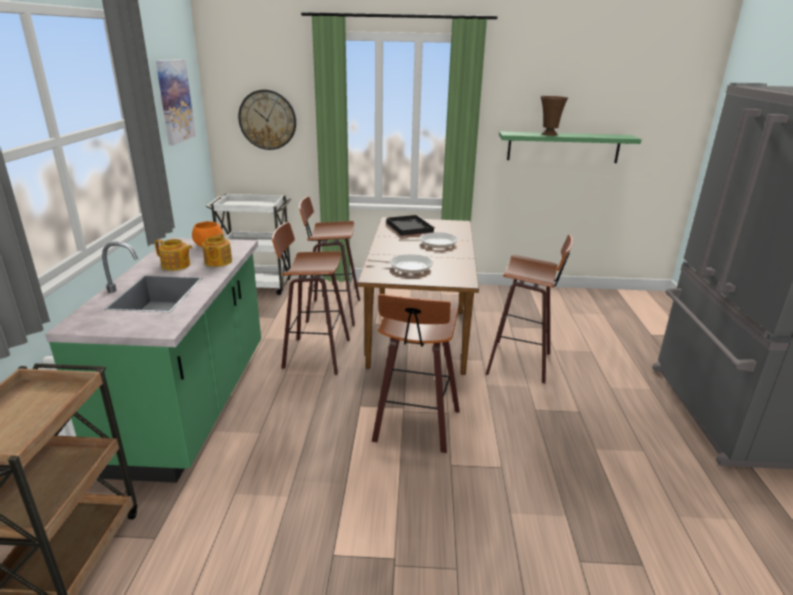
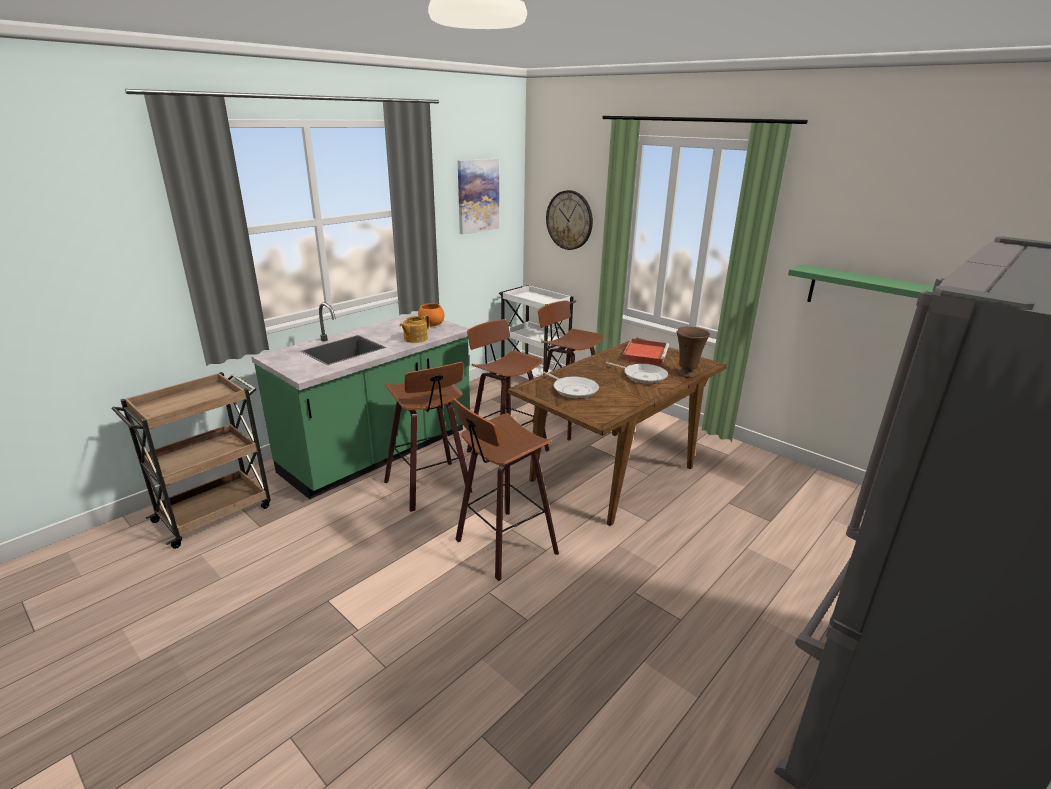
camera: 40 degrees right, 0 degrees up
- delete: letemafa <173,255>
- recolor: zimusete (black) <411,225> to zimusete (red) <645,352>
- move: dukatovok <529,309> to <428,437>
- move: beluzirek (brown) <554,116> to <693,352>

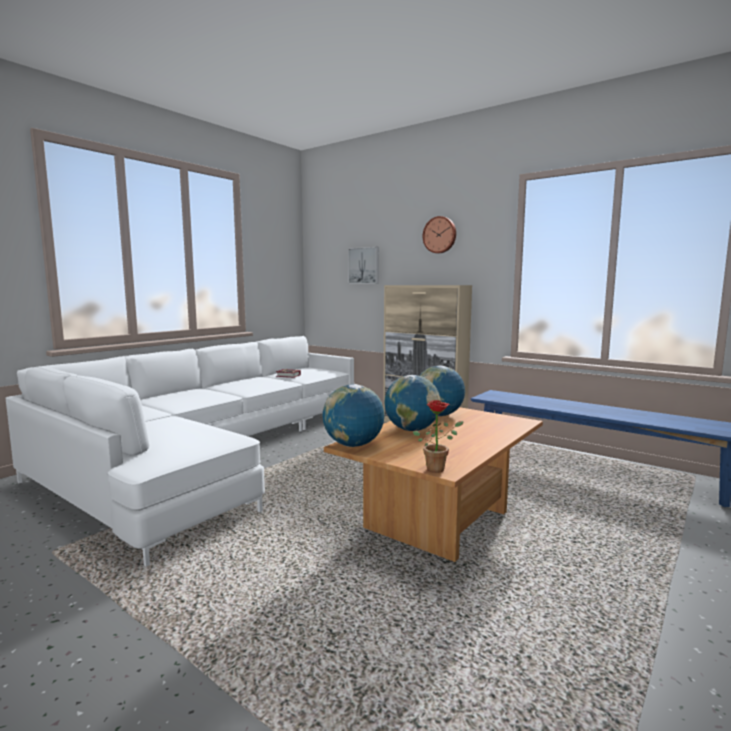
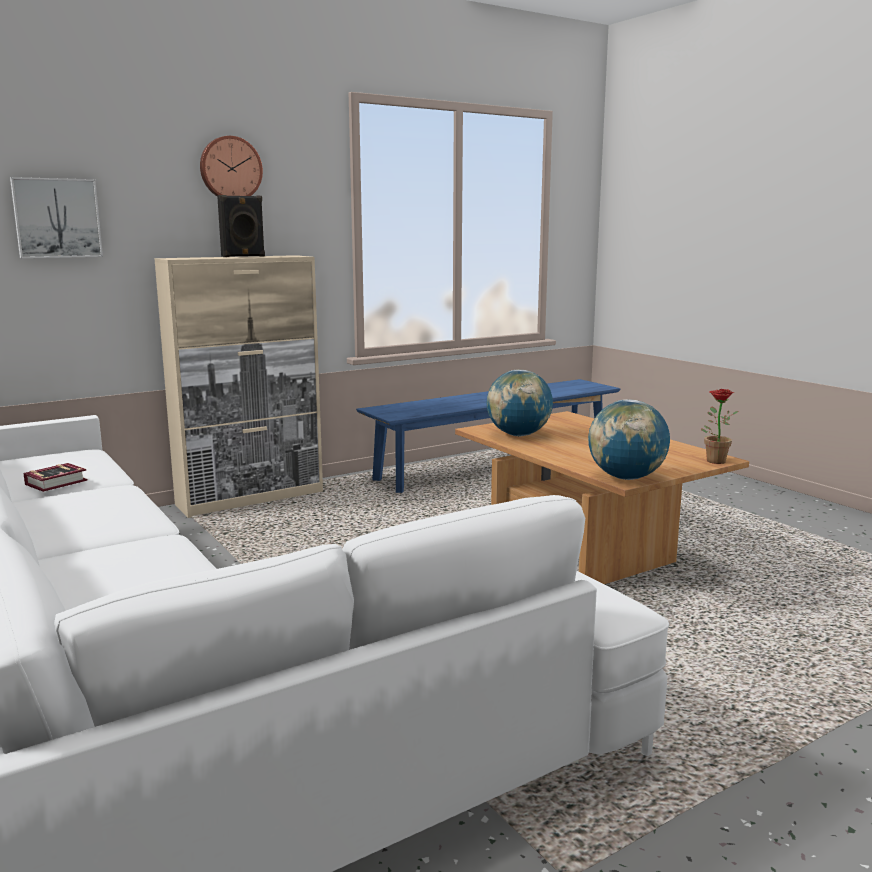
camera: 70 degrees left, 5 degrees up
- delete: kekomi <412,403>
- insert: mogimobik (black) <241,226>

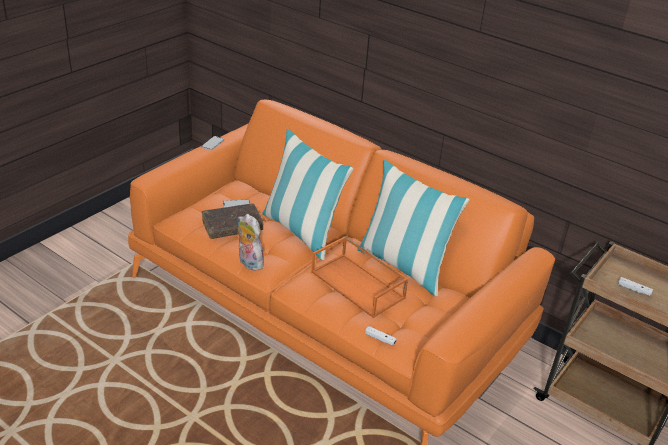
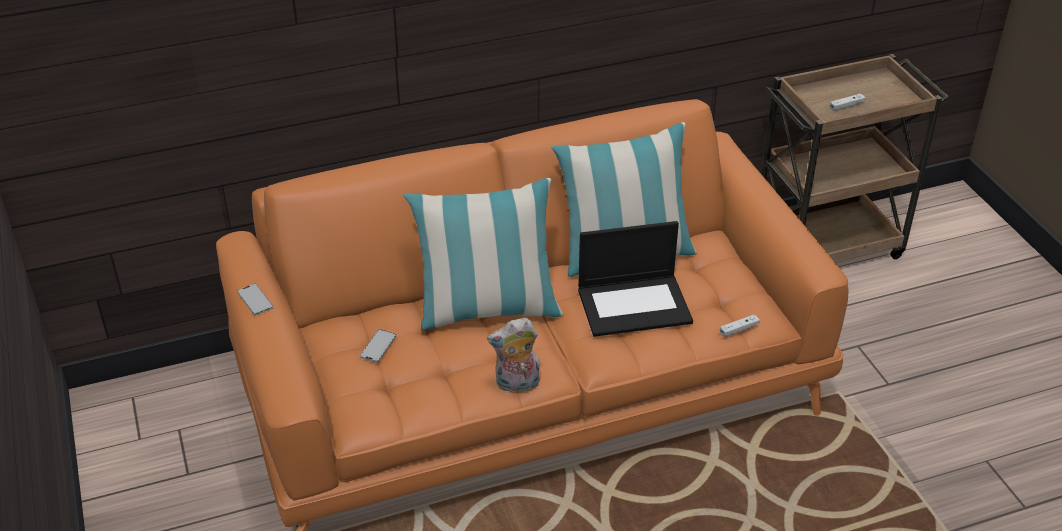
camera: 55 degrees left, 5 degrees up
- delete: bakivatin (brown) <233,221>
- replace: zimusete (orange) <360,277> to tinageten <635,279>

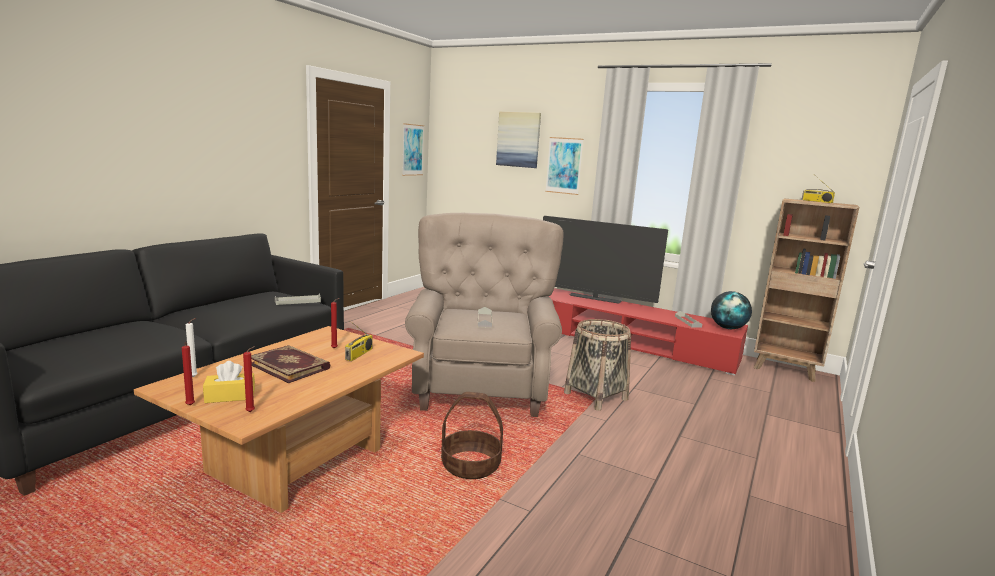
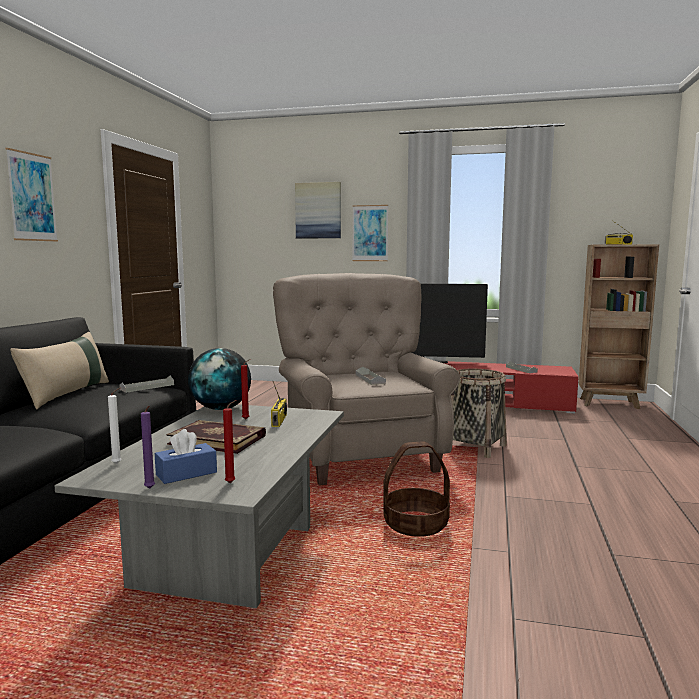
camera: 15 degrees left, 5 degrees down
- recolor: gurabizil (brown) <279,419> to gurabizil (grey) <199,506>
- recolor: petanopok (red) <188,374> to petanopok (purple) <148,447>
- recolor: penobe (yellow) <229,382> to penobe (blue) <186,456>
- move: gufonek <413,149> to <31,195>
- move: kekomi <731,310> to <219,379>
- insert: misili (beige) <59,370>

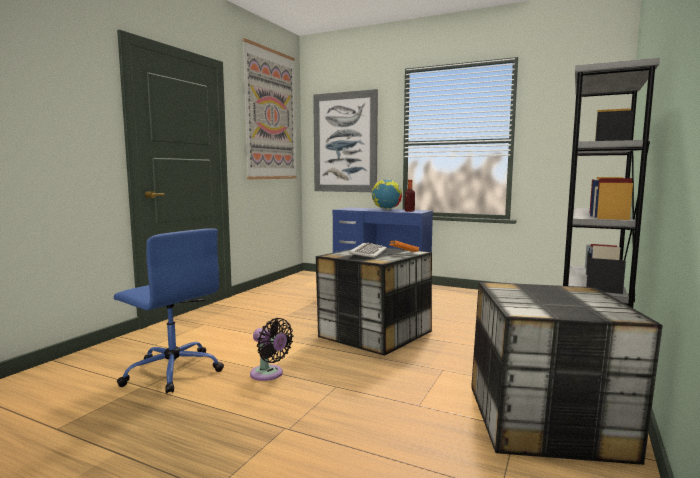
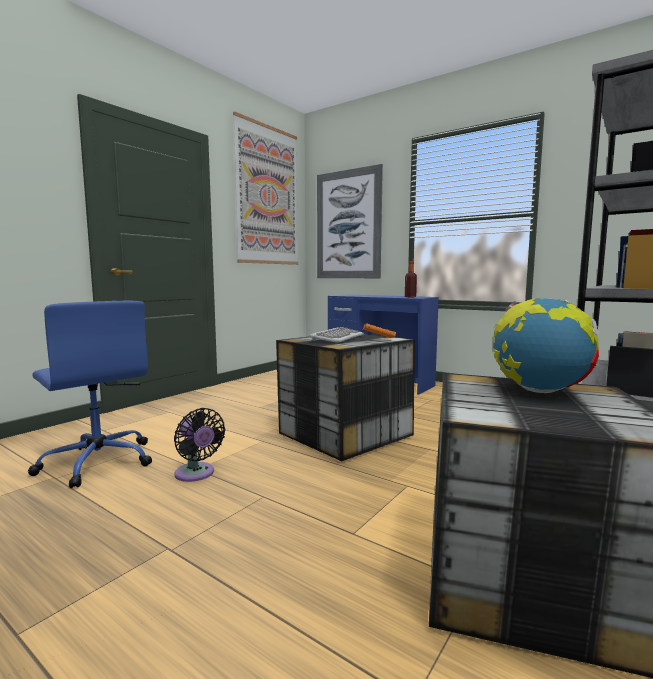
camera: 10 degrees right, 0 degrees up
- move: kekomi <387,194> to <546,345>

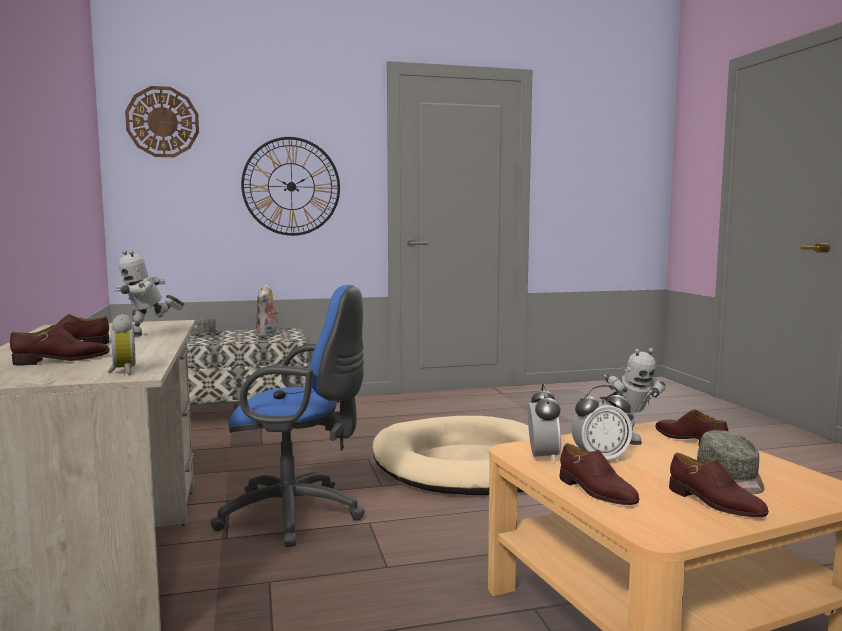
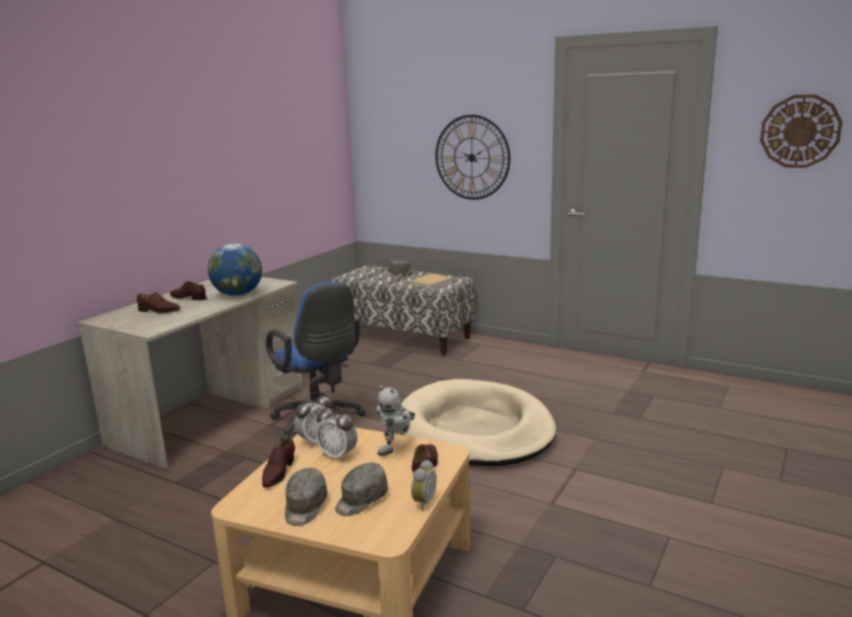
camera: 45 degrees right, 10 degrees up
- move: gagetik <122,344> to <424,485>
- replace: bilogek <149,293> to kekomi <235,270>
- move: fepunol <162,121> to <801,131>
- replace: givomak <267,310> to bakivatin (beige) <431,281>
- replace: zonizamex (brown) <719,485> to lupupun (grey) <306,497>

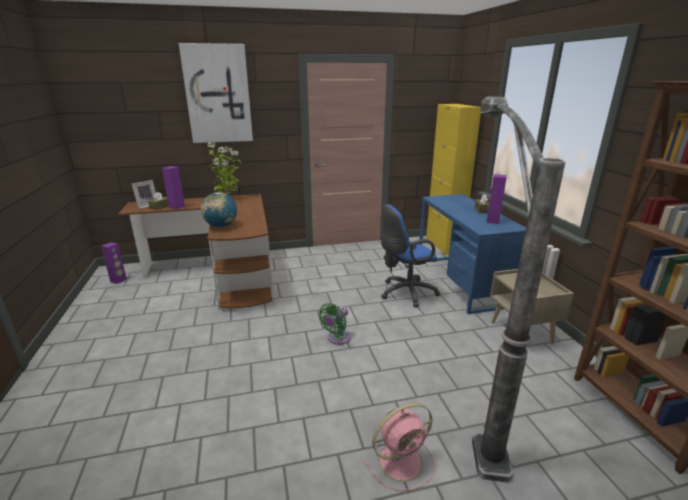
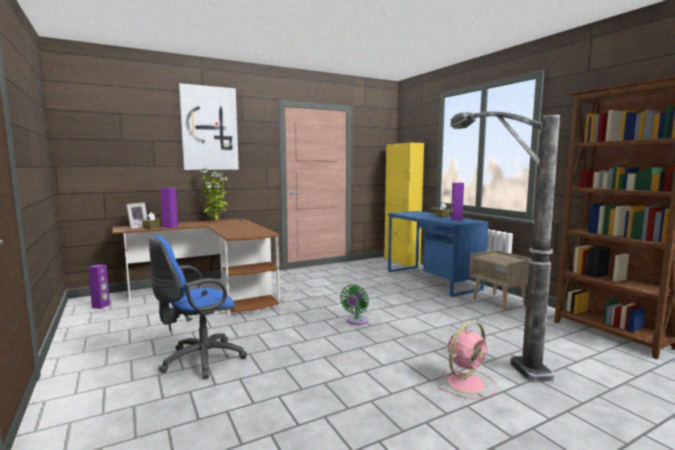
camera: 15 degrees left, 15 degrees down
- delete: kekomi <219,209>
- move: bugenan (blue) <410,255> to <198,307>

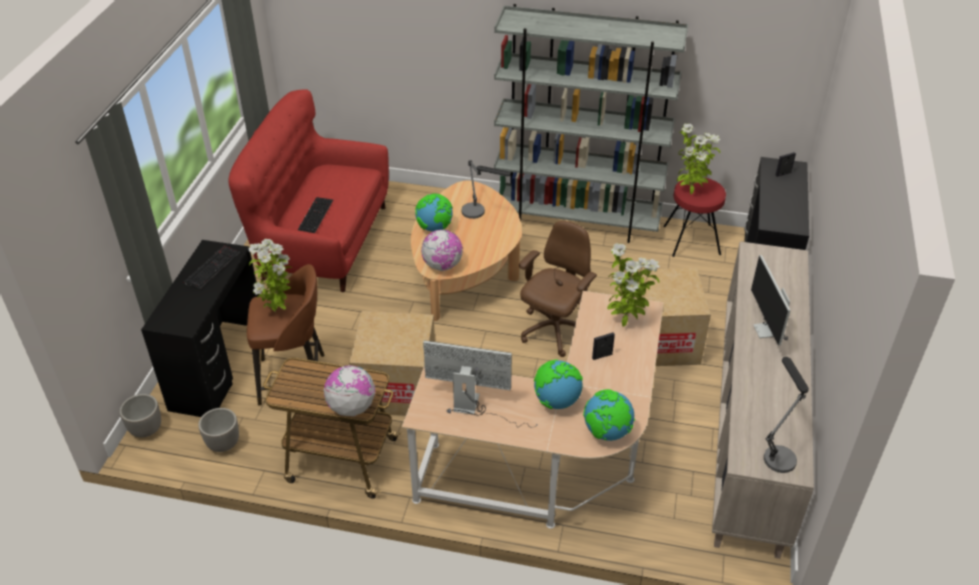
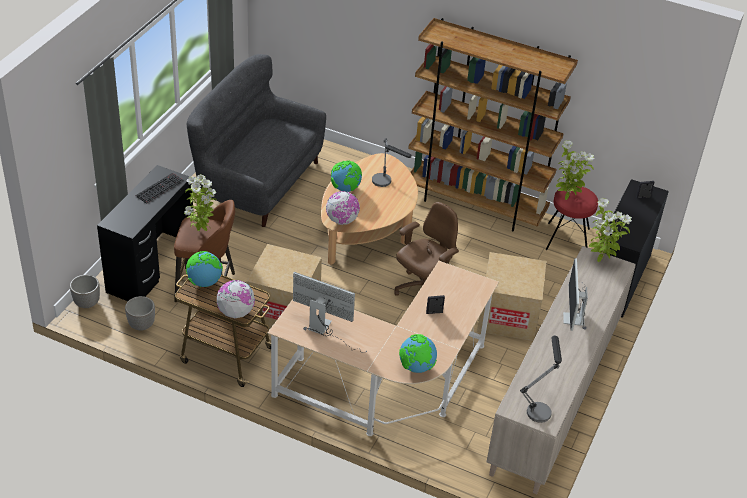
camera: 10 degrees right, 0 degrees up
- recolor: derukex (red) <308,190> to derukex (grey) <256,140>
- delete: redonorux <315,215>
- recolor: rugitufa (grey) <591,123> to rugitufa (brown) <493,124>
- move: kekomi <558,384> to <204,269>
- move: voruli <633,285> to <610,230>

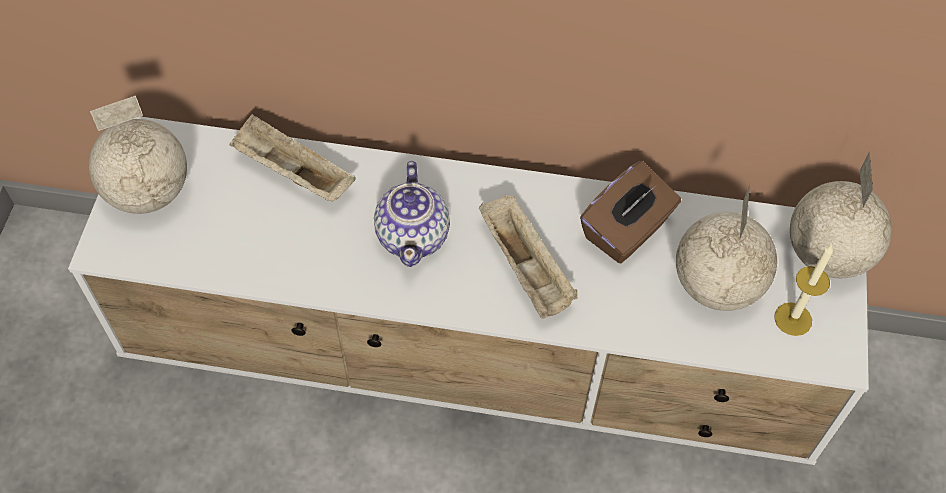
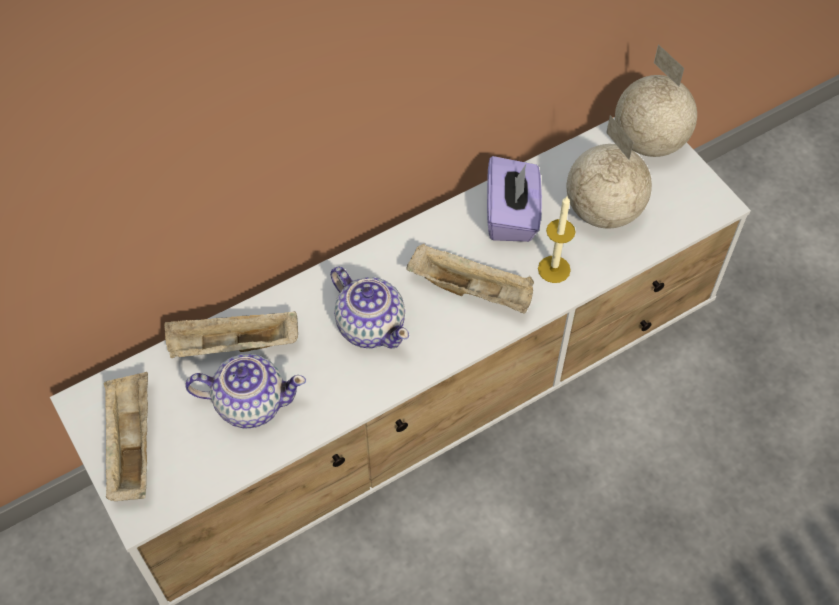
camera: 40 degrees left, 0 degrees up
- replace: kekomi <138,155> to zimusete (beige) <125,436>
- recolor: penobe (brown) <630,212> to penobe (purple) <514,199>
- move: petanopok <803,290> to <557,239>
- insert: letemafa <245,391>

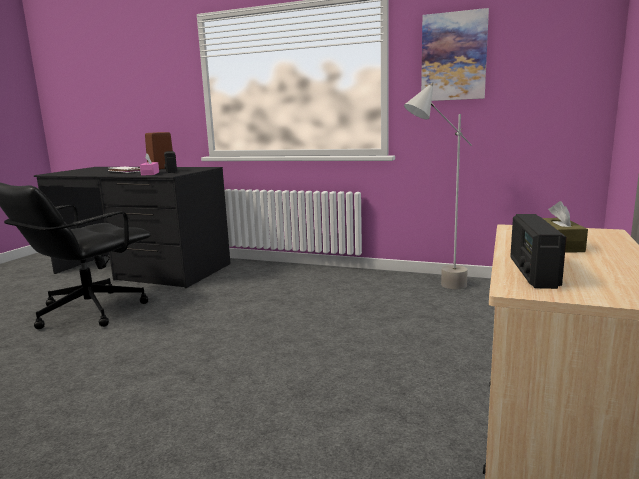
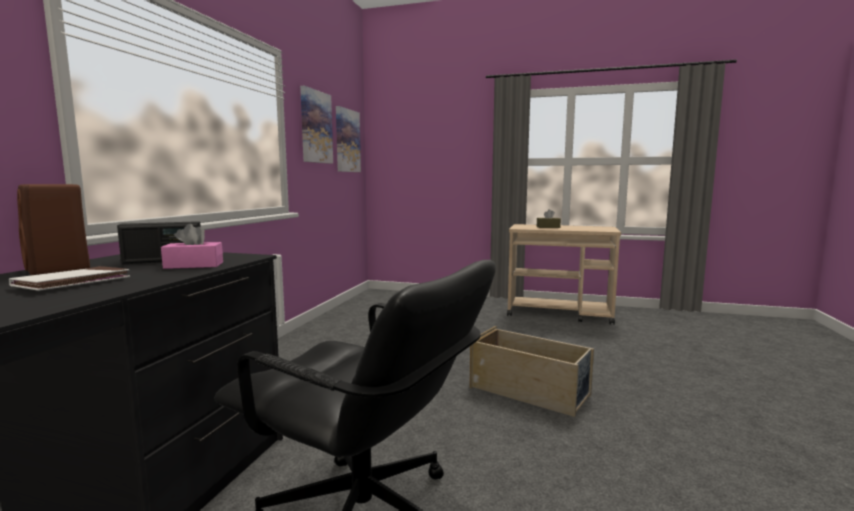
camera: 95 degrees left, 5 degrees down
- delete: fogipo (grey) <438,185>
- delete: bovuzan <538,251>
- insert: gufonek <348,139>
- insert: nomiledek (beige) <531,371>

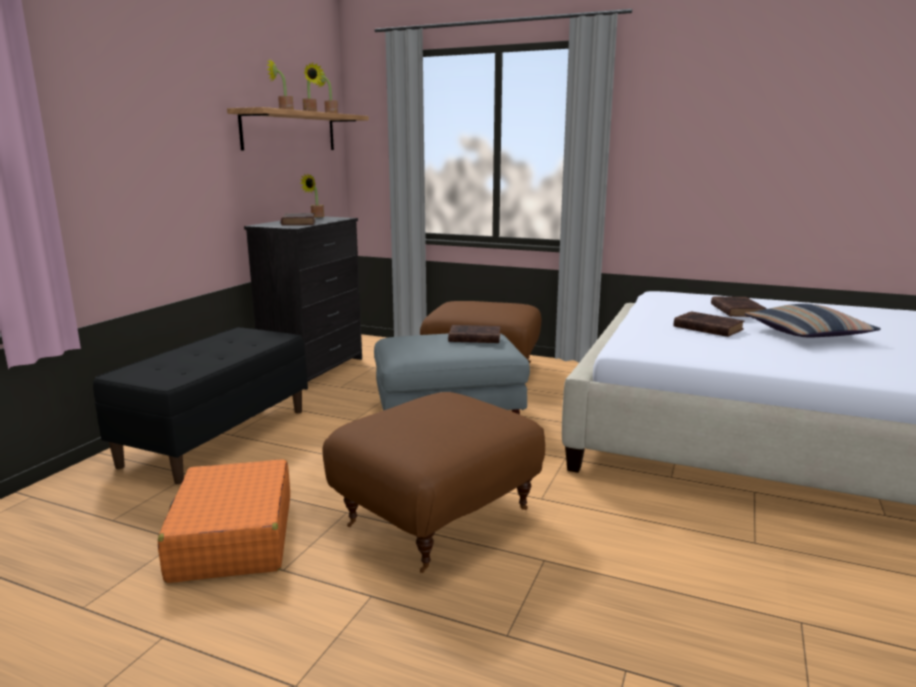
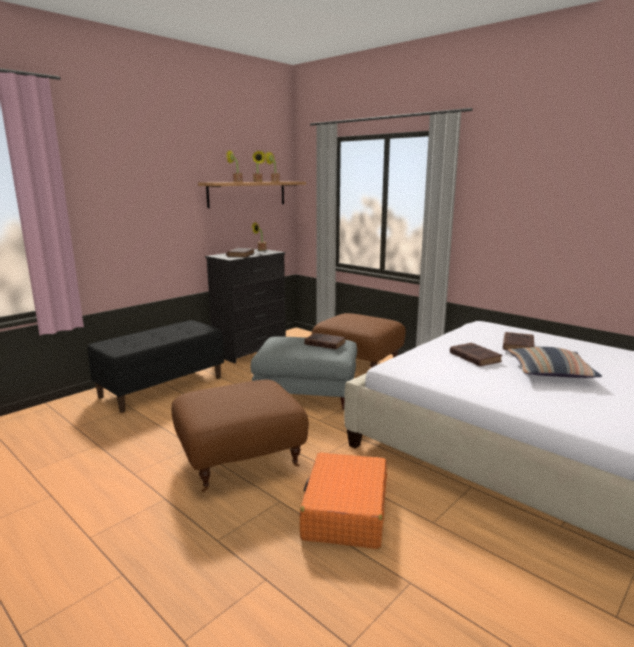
camera: 20 degrees right, 0 degrees up
- move: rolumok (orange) <224,521> to <343,500>

